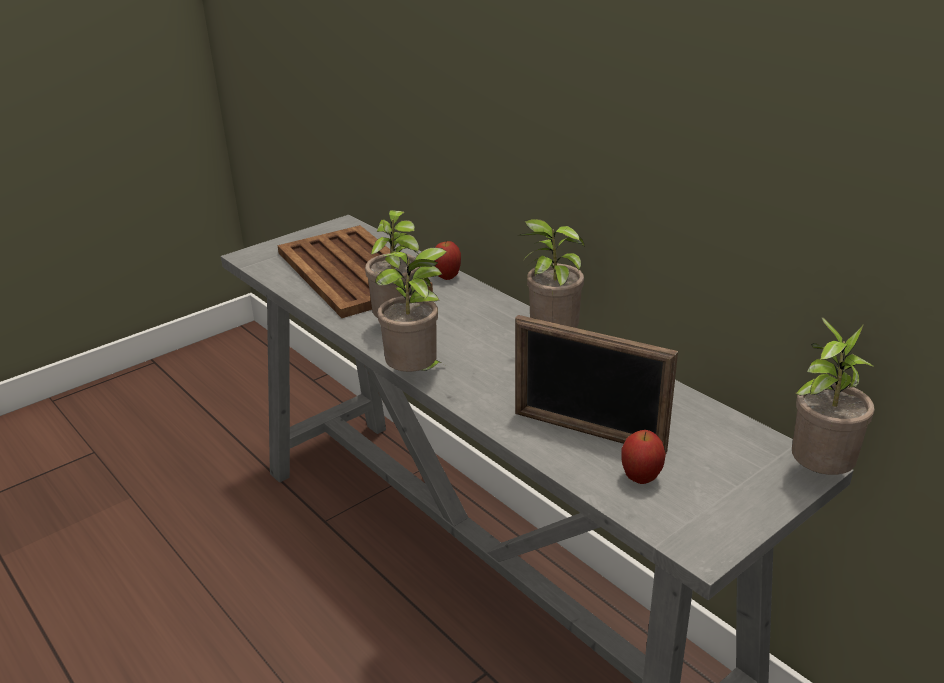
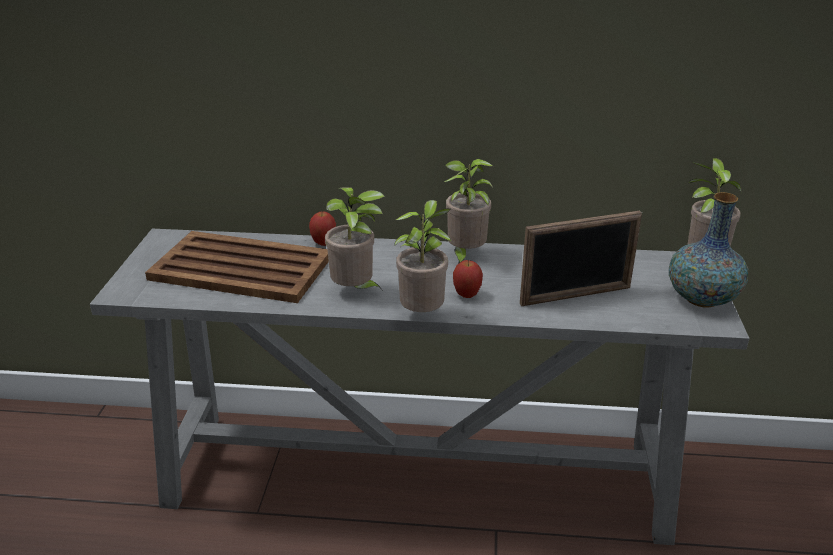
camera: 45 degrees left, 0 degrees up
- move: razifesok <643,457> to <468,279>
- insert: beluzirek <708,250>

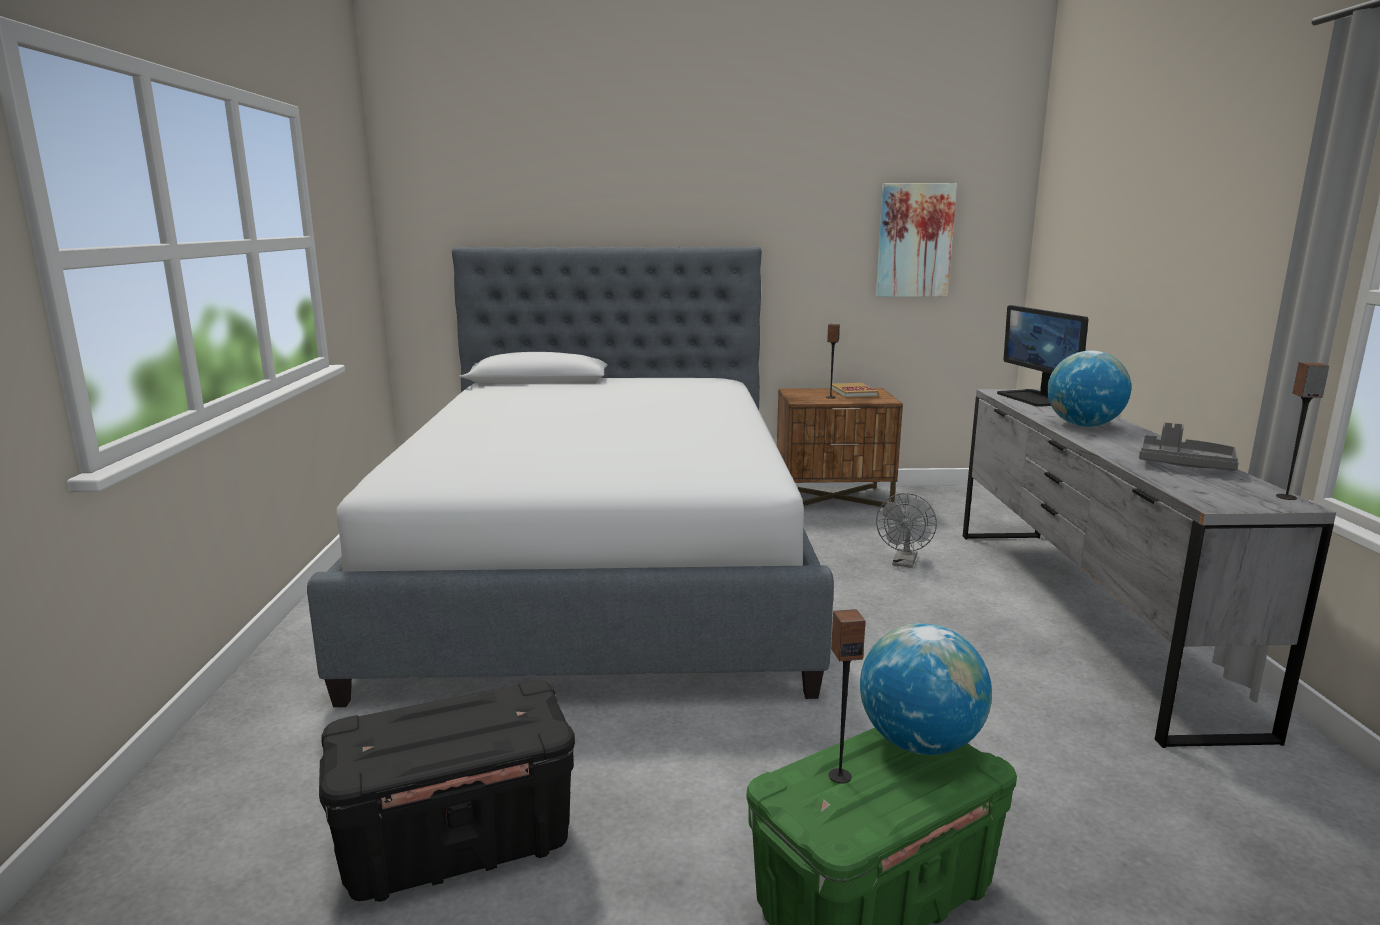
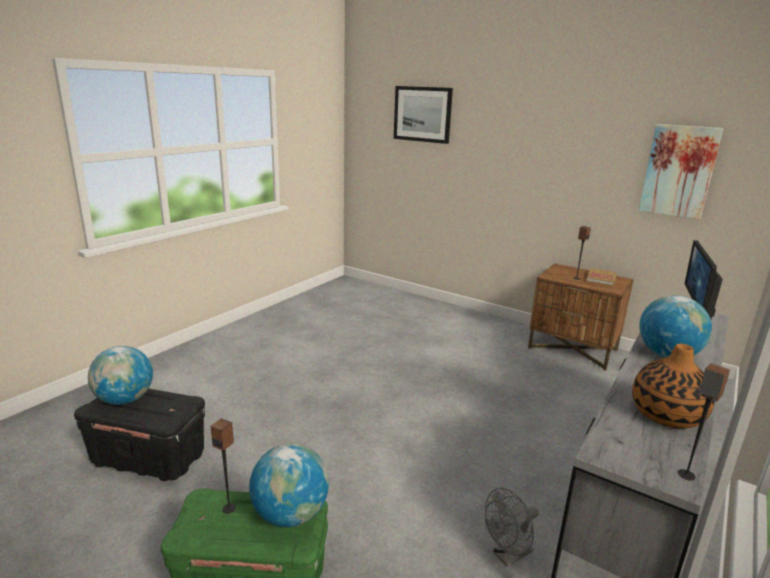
camera: 35 degrees right, 5 degrees up
- delete: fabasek <570,477>
- move: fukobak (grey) <906,530> to <512,527>
- replace: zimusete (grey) <1189,446> to beluzirek <673,386>
- insert: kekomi <120,375>
- insert: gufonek <423,115>

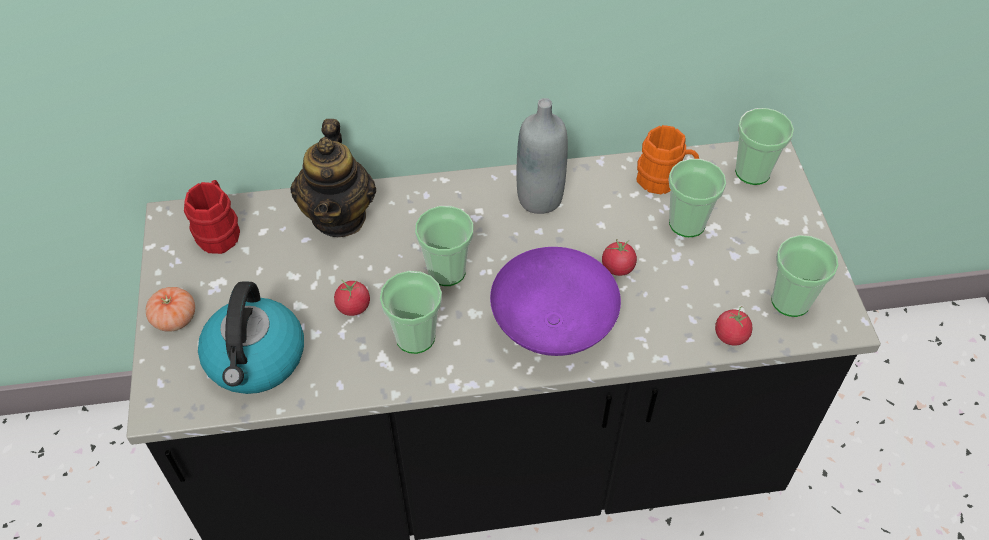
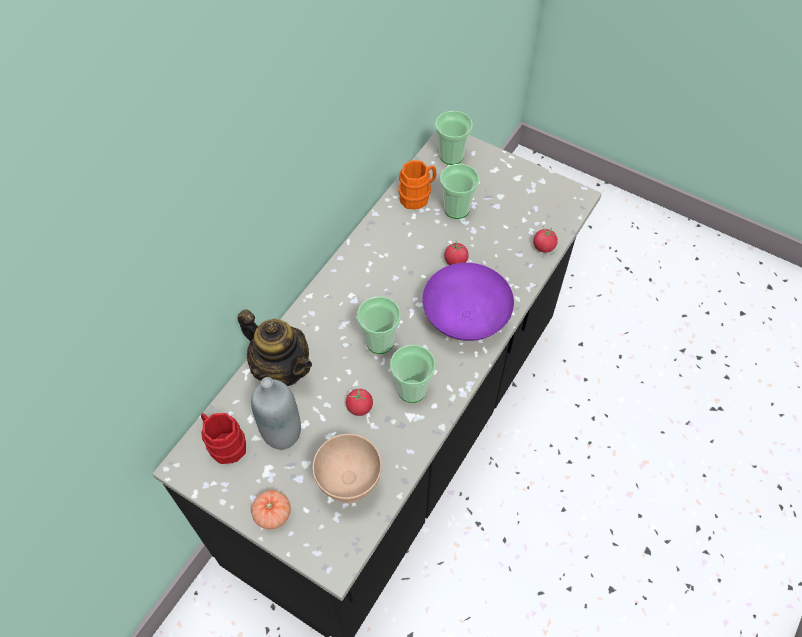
camera: 50 degrees left, 5 degrees up
- replace: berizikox <251,337> to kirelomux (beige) <347,468>
- move: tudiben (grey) <542,156> to <276,413>
- delete: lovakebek <805,276>

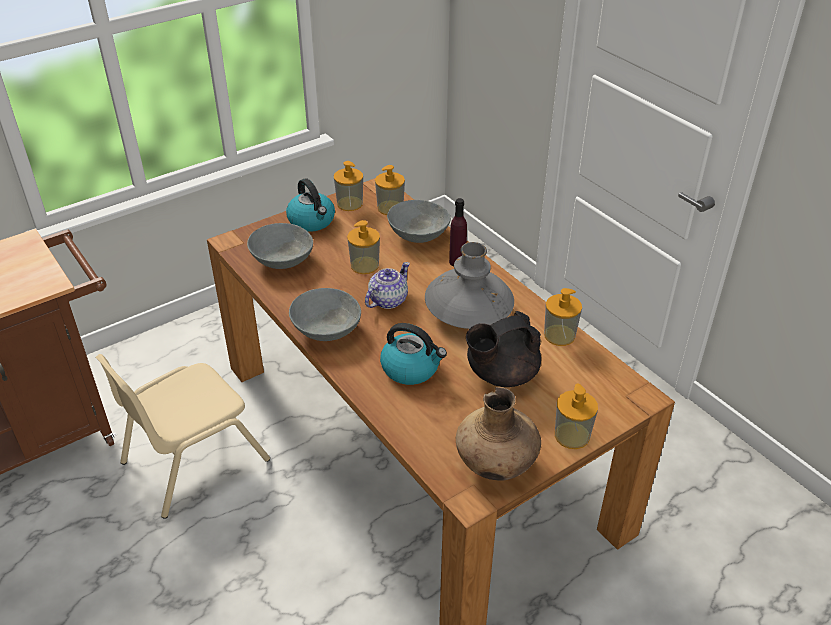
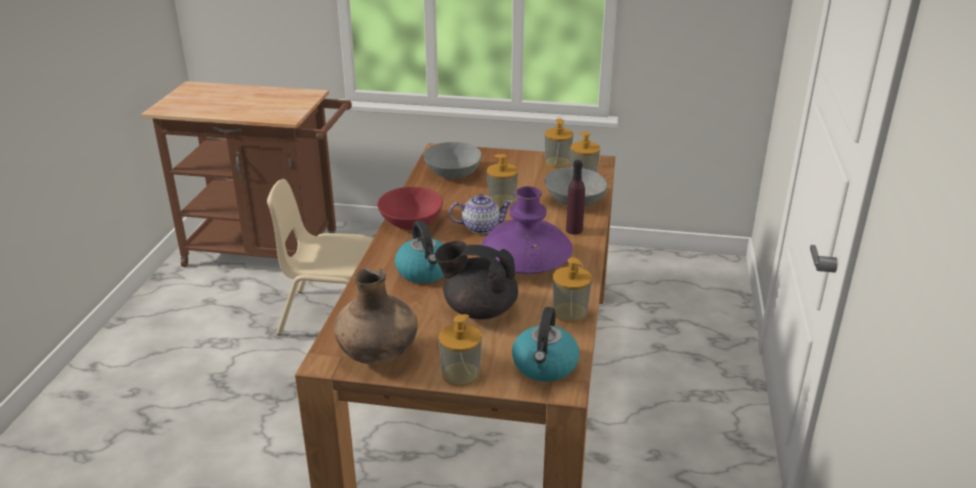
camera: 45 degrees right, 10 degrees down
- move: berizikox <310,205> to <545,344>
- recolor: kirelomux (grey) <325,314> to kirelomux (red) <410,208>
- recolor: beluzirek (grey) <469,285> to beluzirek (purple) <527,230>

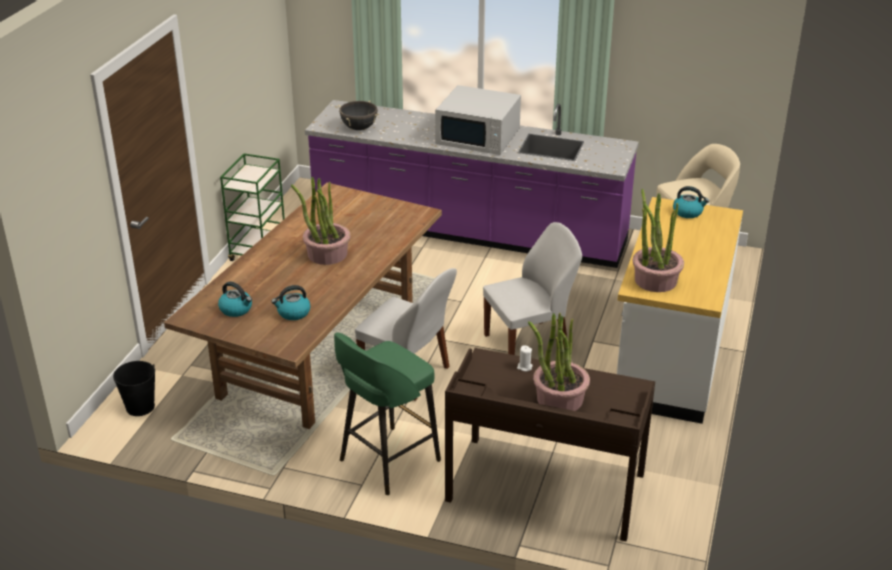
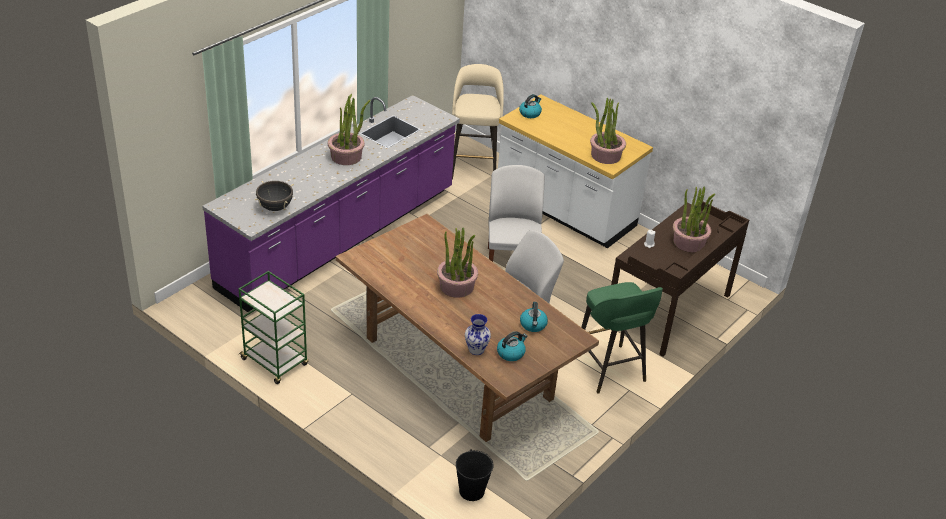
camera: 70 degrees left, 5 degrees up
- replace: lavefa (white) <478,120> to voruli <349,129>
- insert: beluzirek <478,334>

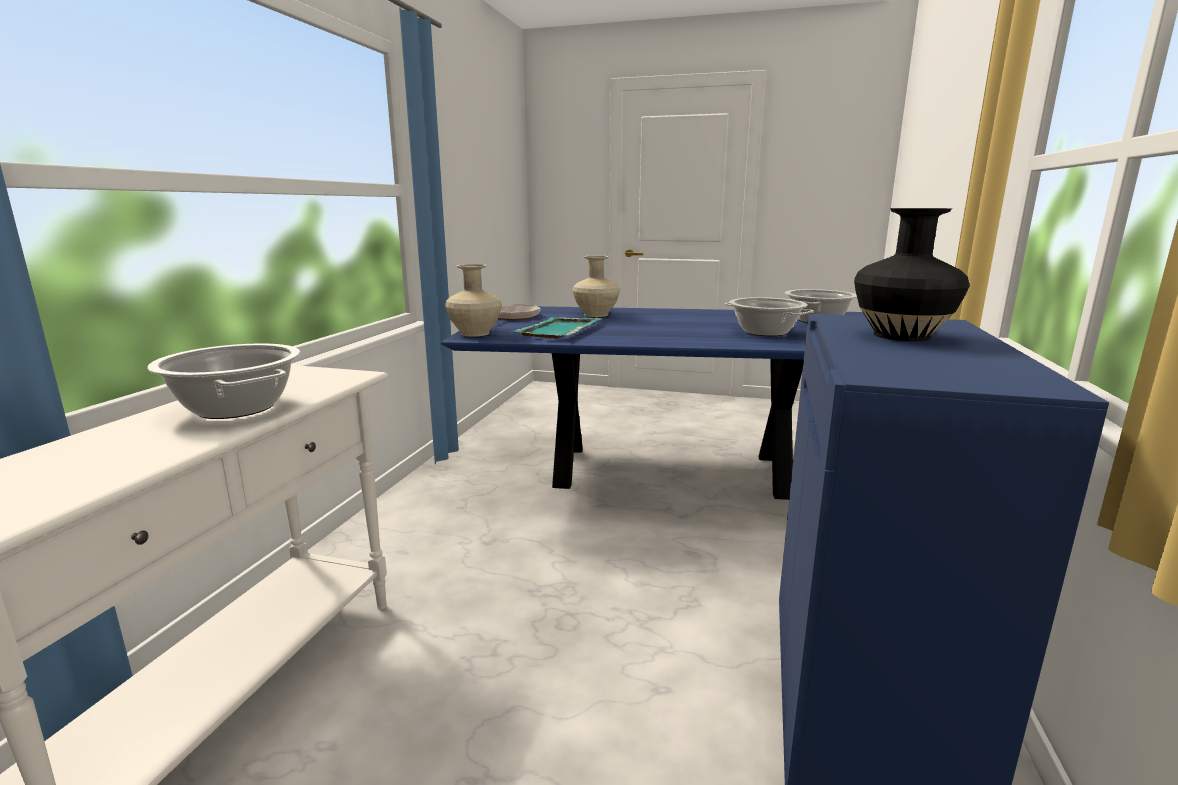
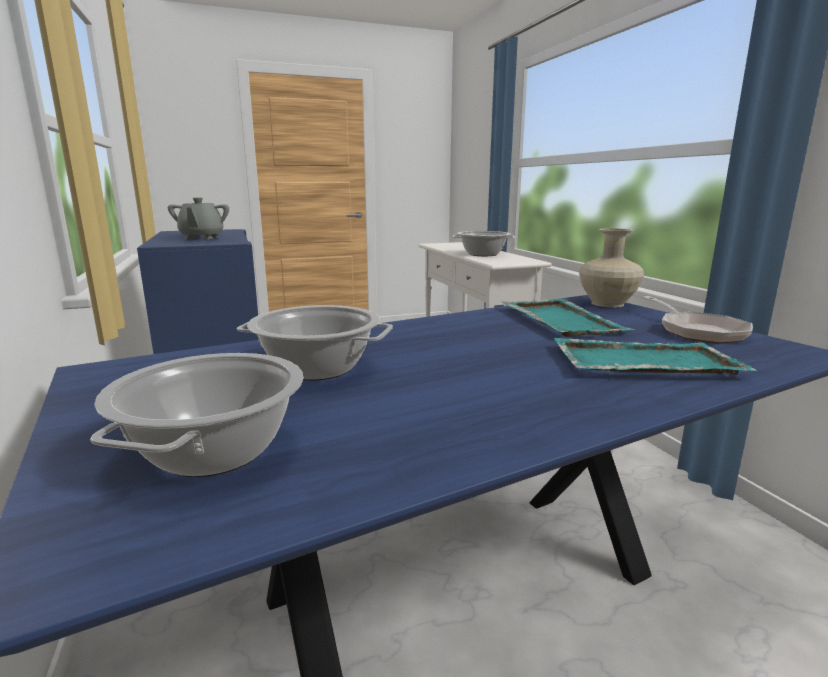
camera: 145 degrees right, 0 degrees up
- replace: beluzirek (beige) <596,286> to zimusete (turquoise) <655,356>
- replace: beluzirek (black) <912,274> to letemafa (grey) <198,218>

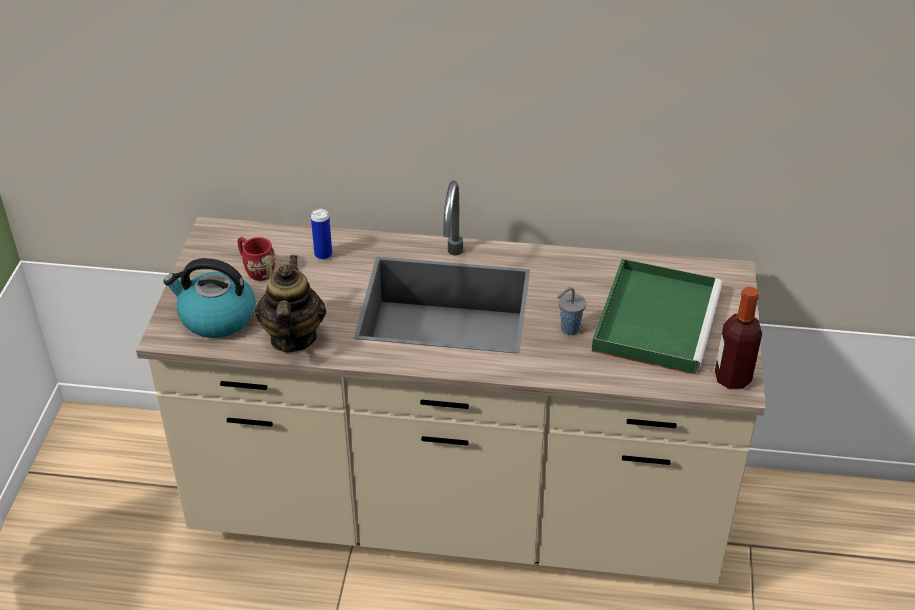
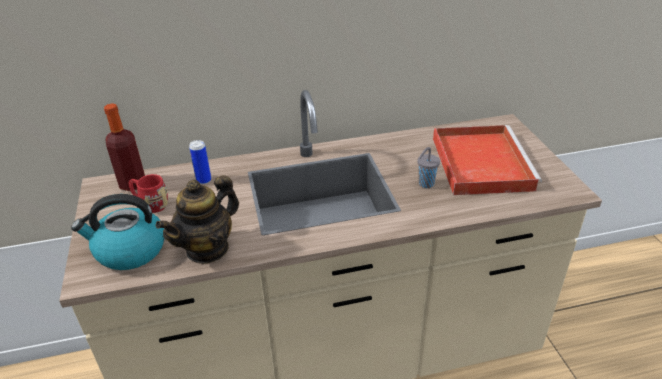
camera: 20 degrees left, 5 degrees down
- rotate: letemafa <290,304> = <197,219> 120 degrees counterclockwise
- recolor: zimusete (green) <657,317> to zimusete (red) <487,160>
- move: tudiben <738,338> to <124,147>

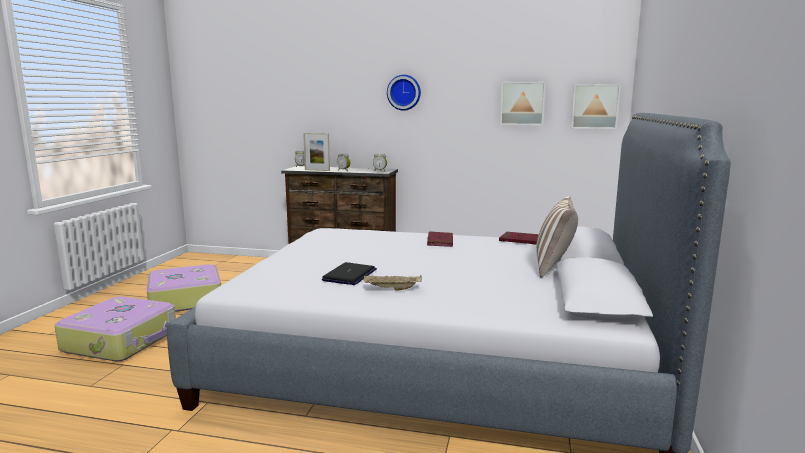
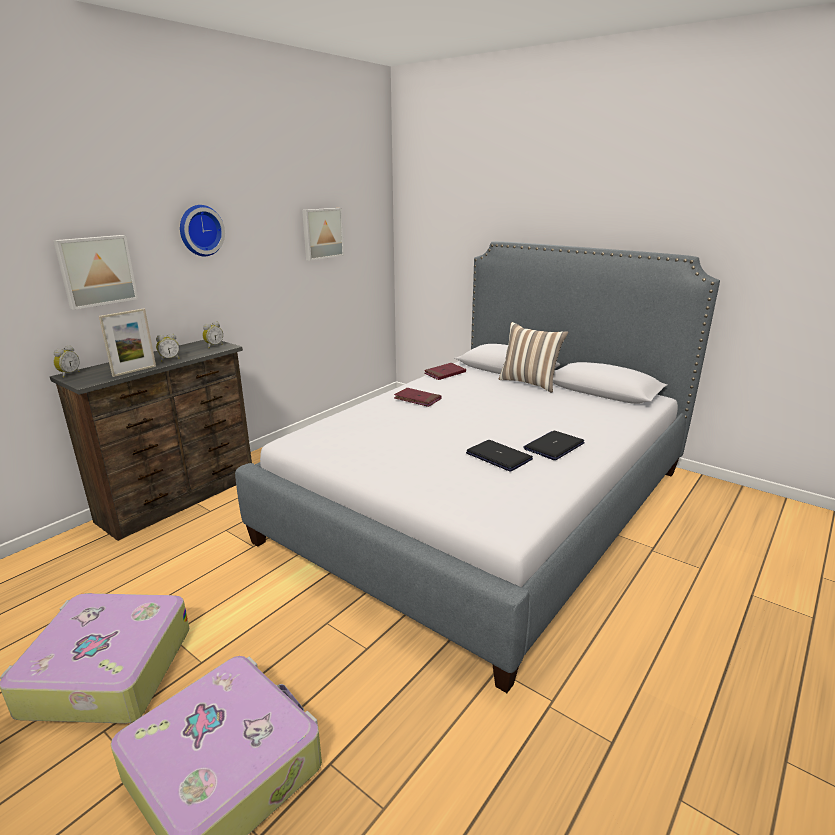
camera: 65 degrees left, 10 degrees up
- replace: zimusete (beige) <393,282> to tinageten <554,445>
- move: gufonek <596,106> to <95,272>

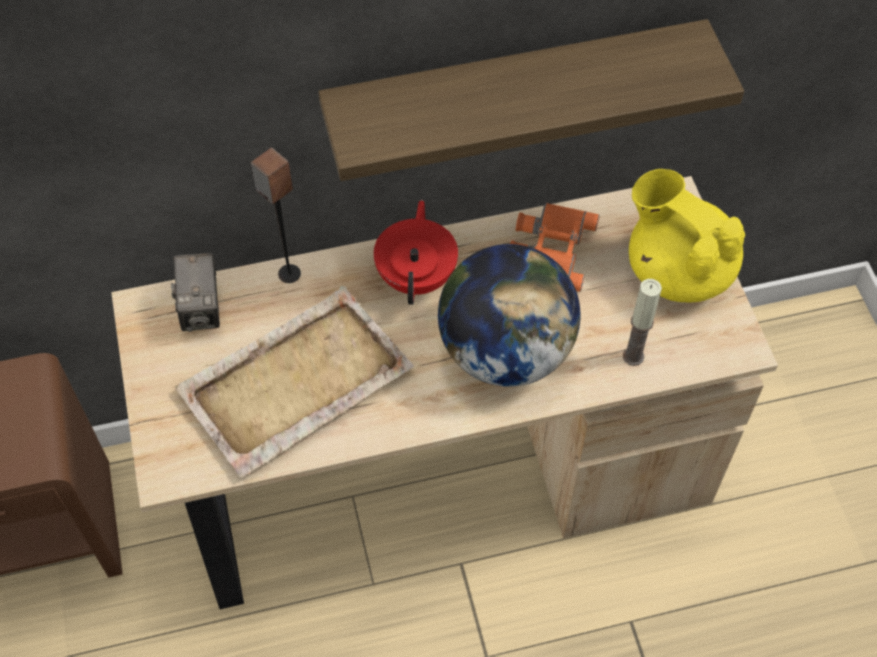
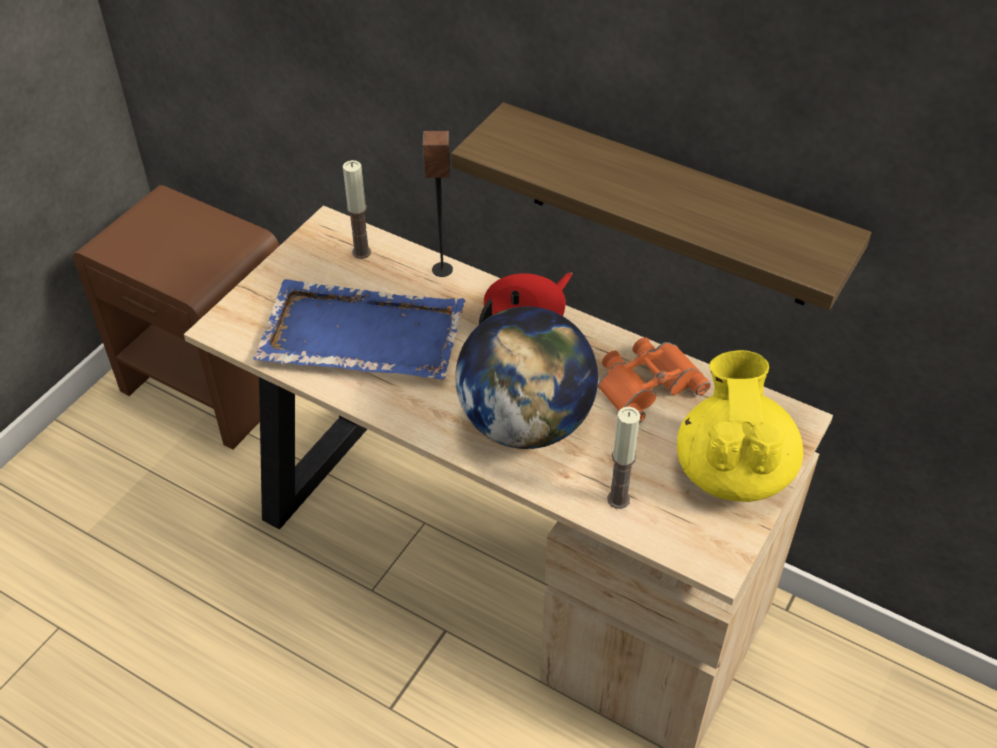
camera: 45 degrees right, 10 degrees down
- replace: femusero <195,292> to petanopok <357,209>
- recolor: zimusete (beige) <294,382> to zimusete (blue) <359,329>

